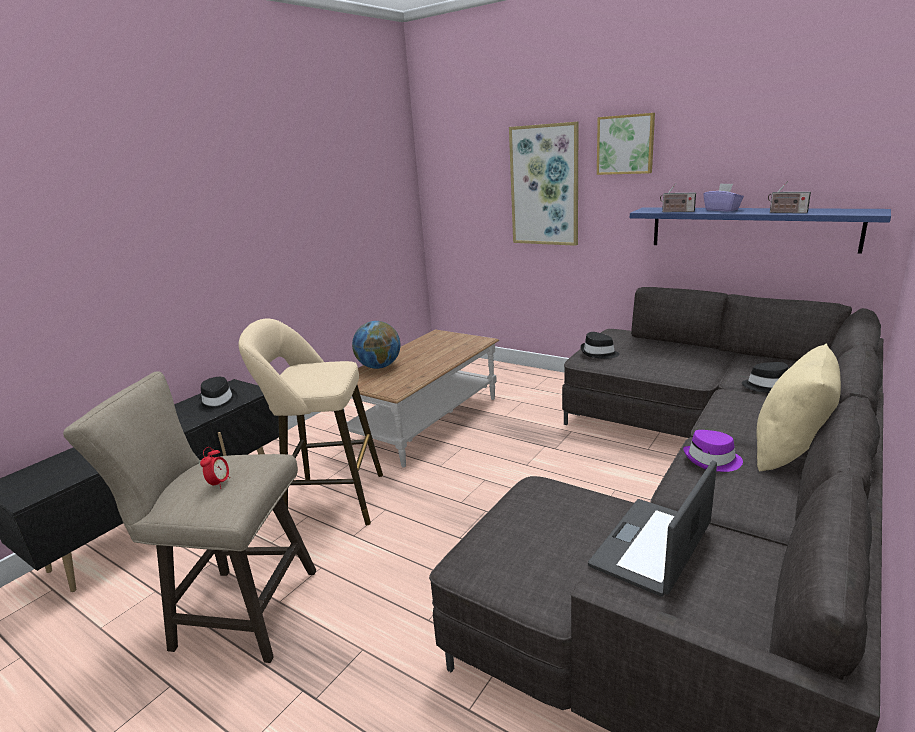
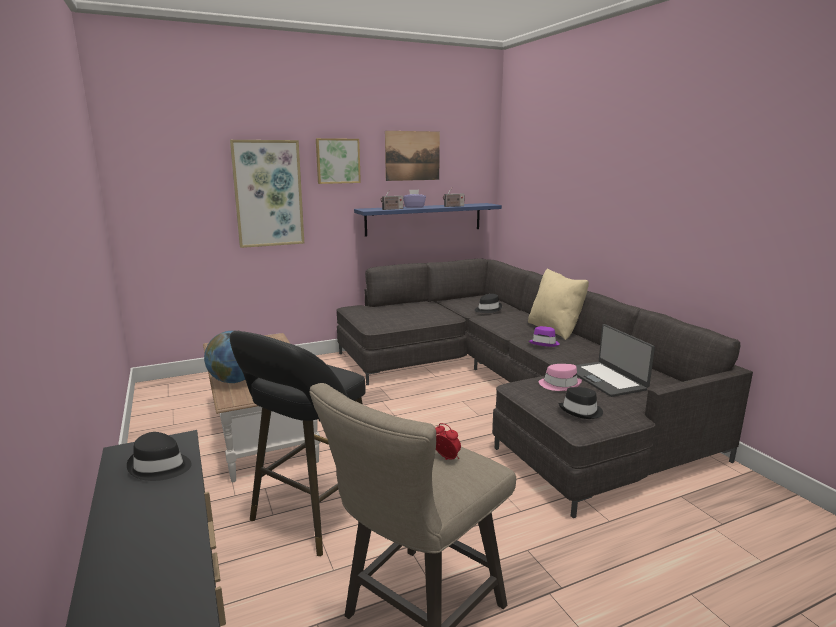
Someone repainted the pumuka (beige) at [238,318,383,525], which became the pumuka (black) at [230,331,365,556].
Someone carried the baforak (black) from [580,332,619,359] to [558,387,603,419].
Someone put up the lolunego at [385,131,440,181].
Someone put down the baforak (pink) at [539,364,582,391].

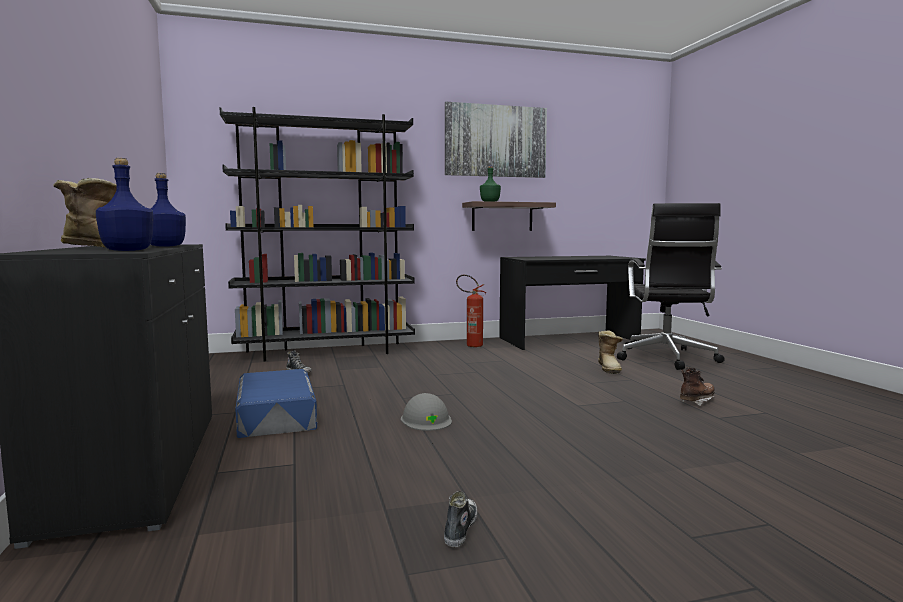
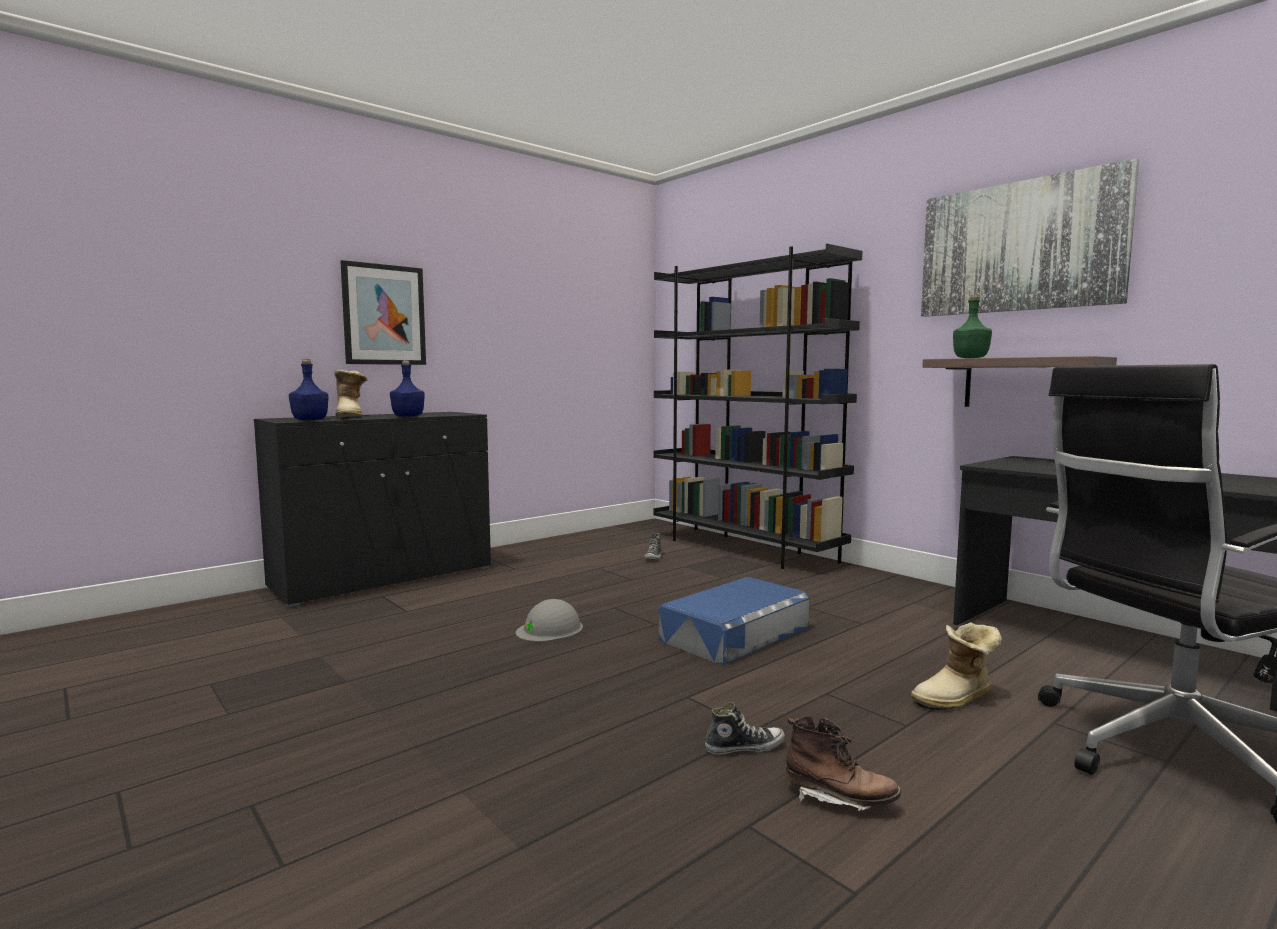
Someone carried the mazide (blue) from [235,369,317,438] to [658,577,810,665].
Someone carried the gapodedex from [444,491,477,547] to [705,702,785,755].
Someone took away the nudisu at [456,275,486,347].
Someone put up the lolunego at [340,260,426,365].

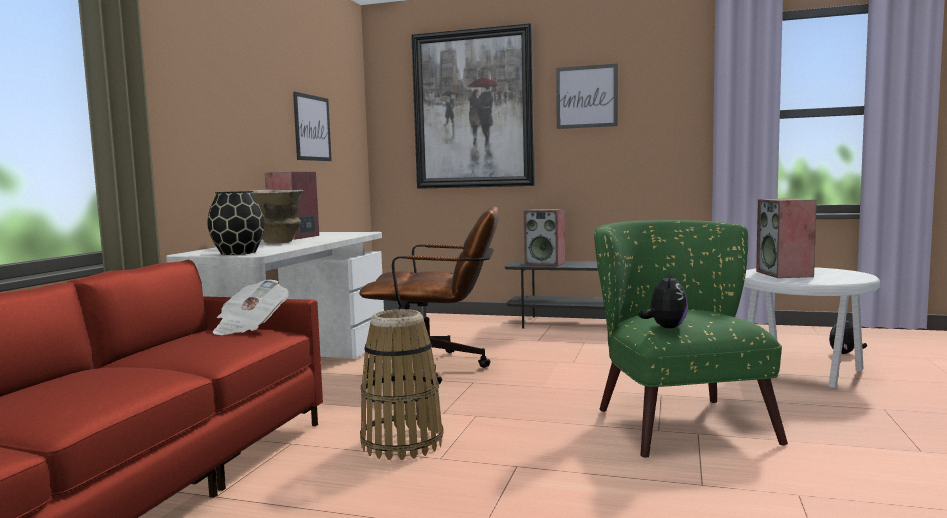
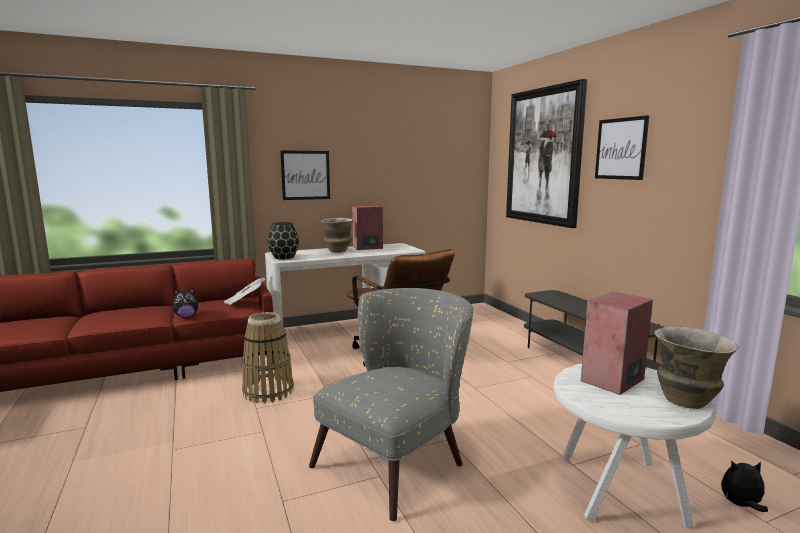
Someone carried the lolunego from [293,92,332,161] to [280,150,330,200].
Someone took away the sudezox at [524,209,565,266].
Someone repainted the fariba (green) at [594,220,788,458], which became the fariba (grey) at [309,288,474,521].
Someone carried the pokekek from [638,272,688,328] to [172,288,200,318].
Someone put down the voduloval at [654,327,738,409].

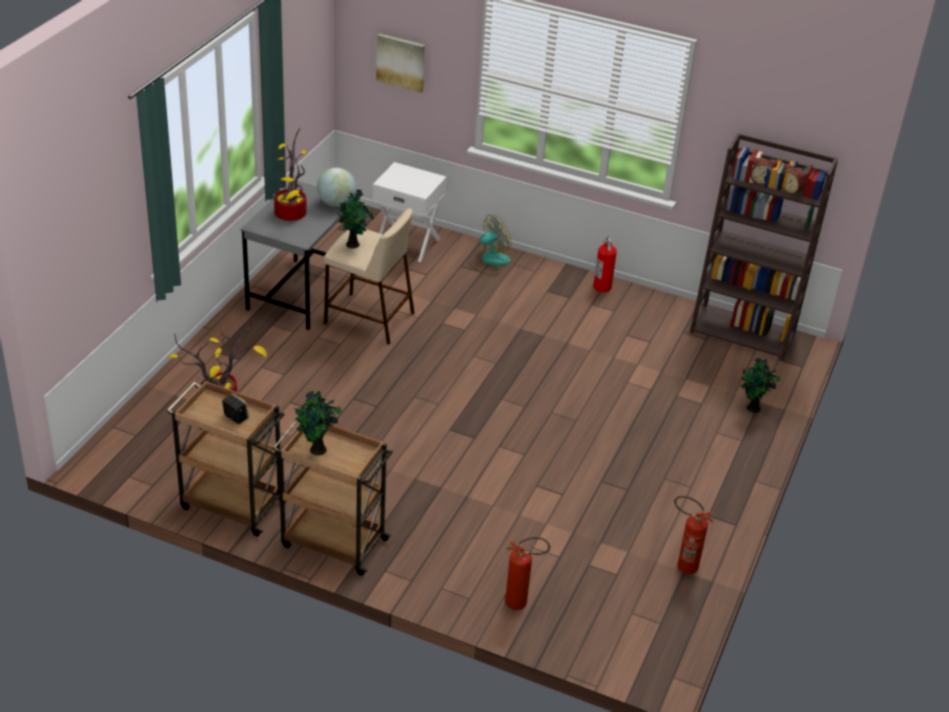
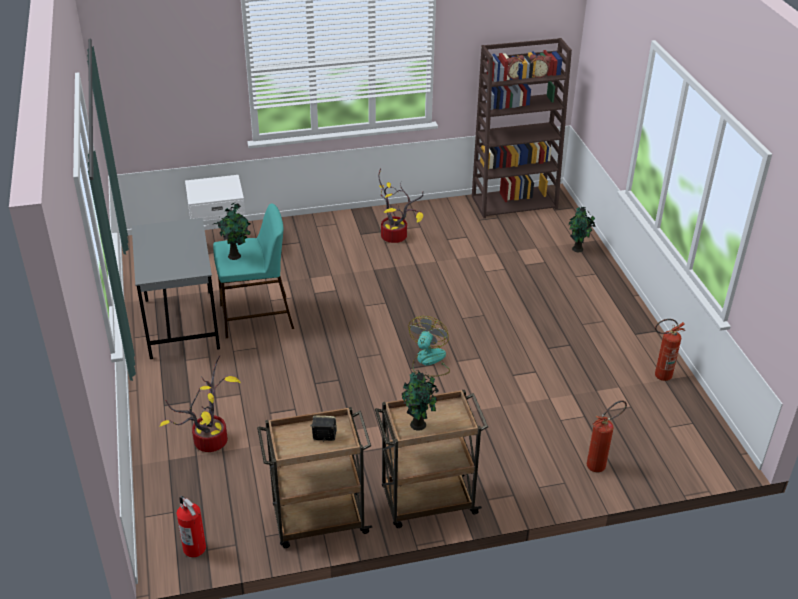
Someone carried the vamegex from [274,128,307,221] to [378,168,424,243].
Someone took away the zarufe at [317,168,356,207].
Someone repainted the pumuka (beige) at [324,208,415,344], which became the pumuka (turquoise) at [213,204,294,338].
Someone took away the lolunego at [376,34,425,93].
Someone carried the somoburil from [469,215,511,276] to [408,316,450,377].
Someone carried the nudisu from [593,237,617,292] to [177,496,206,557].

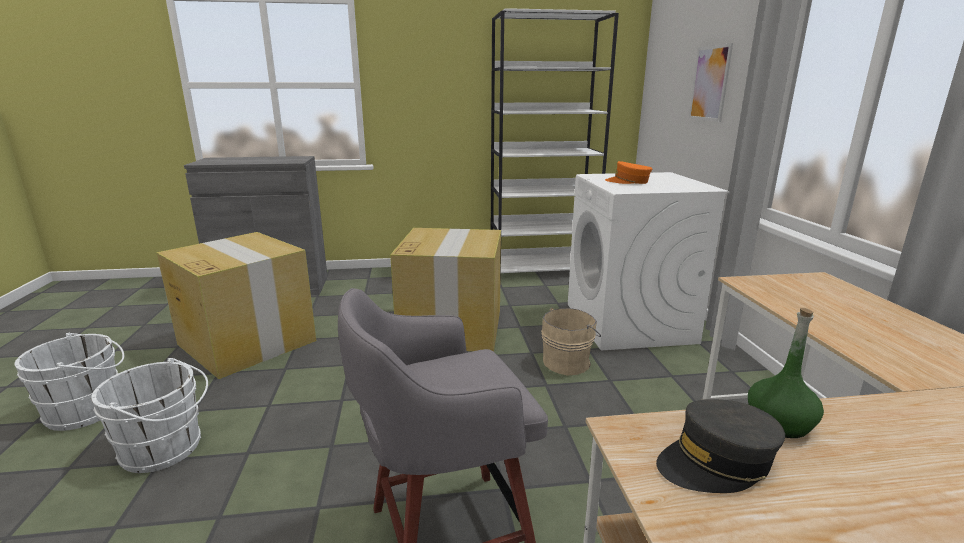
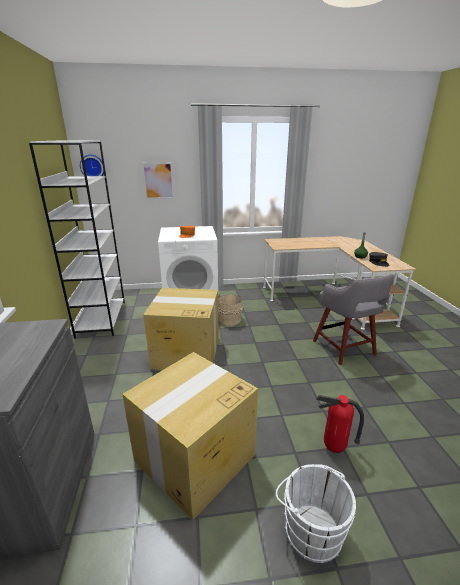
Someone swapped the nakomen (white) at [91,358,208,473] for the nudisu at [316,395,364,453].
Someone put up the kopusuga at [80,155,104,176].

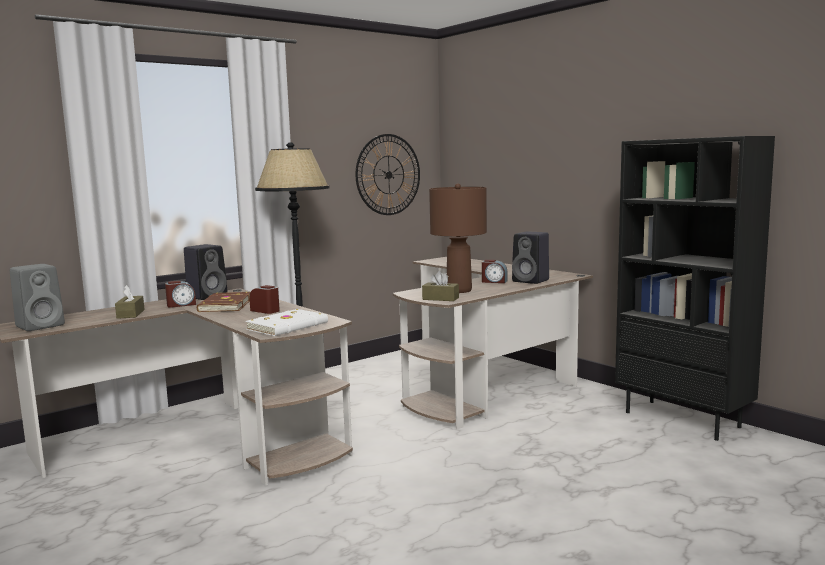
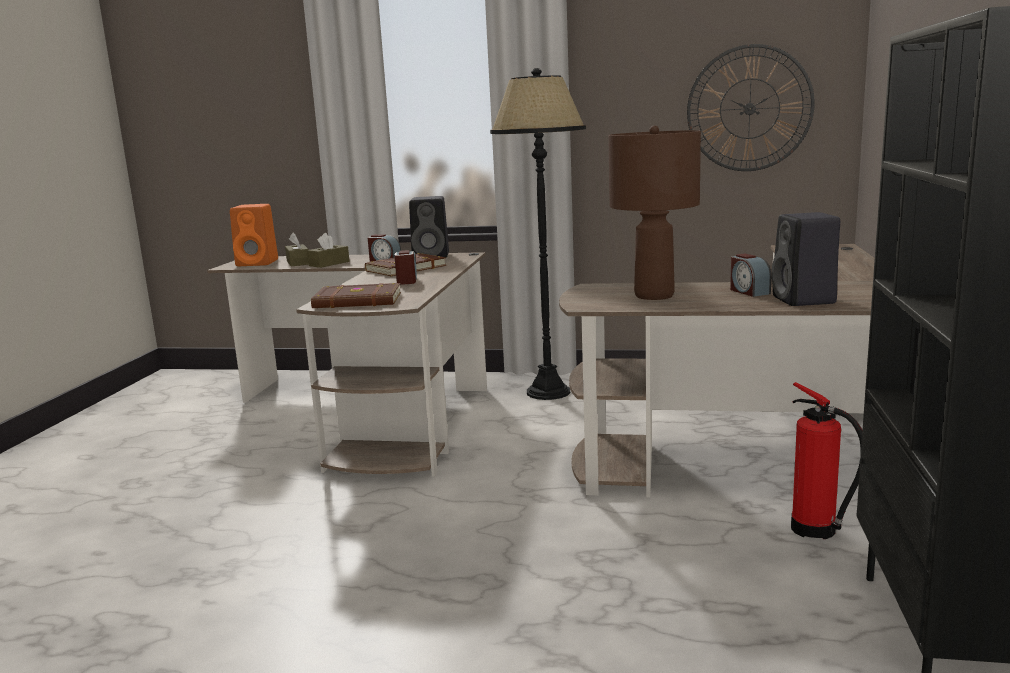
Someone repainted the sudezox (grey) at [10,264,65,331], which became the sudezox (orange) at [230,204,278,266].
Someone repainted the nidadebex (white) at [245,309,328,336], which became the nidadebex (brown) at [311,283,401,308].
Someone carried the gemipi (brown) from [422,271,459,301] to [285,233,309,266].
Someone put down the nudisu at [791,382,862,539].

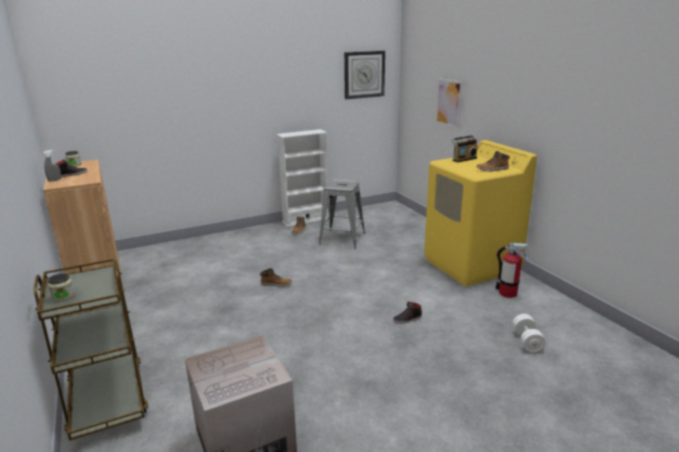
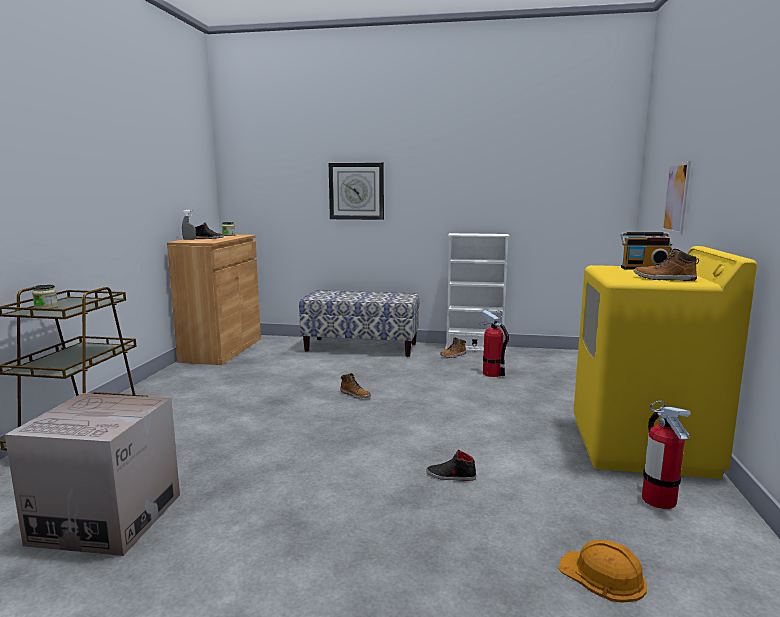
Someone swapped the pumuka (grey) at [319,179,365,248] for the nudisu at [480,310,509,377].
Someone carried the kopusuga from [344,51,385,99] to [329,163,384,220].
Someone swapped the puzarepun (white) at [512,314,546,352] for the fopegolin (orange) at [558,540,647,603].
Someone put down the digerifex at [299,290,419,357].

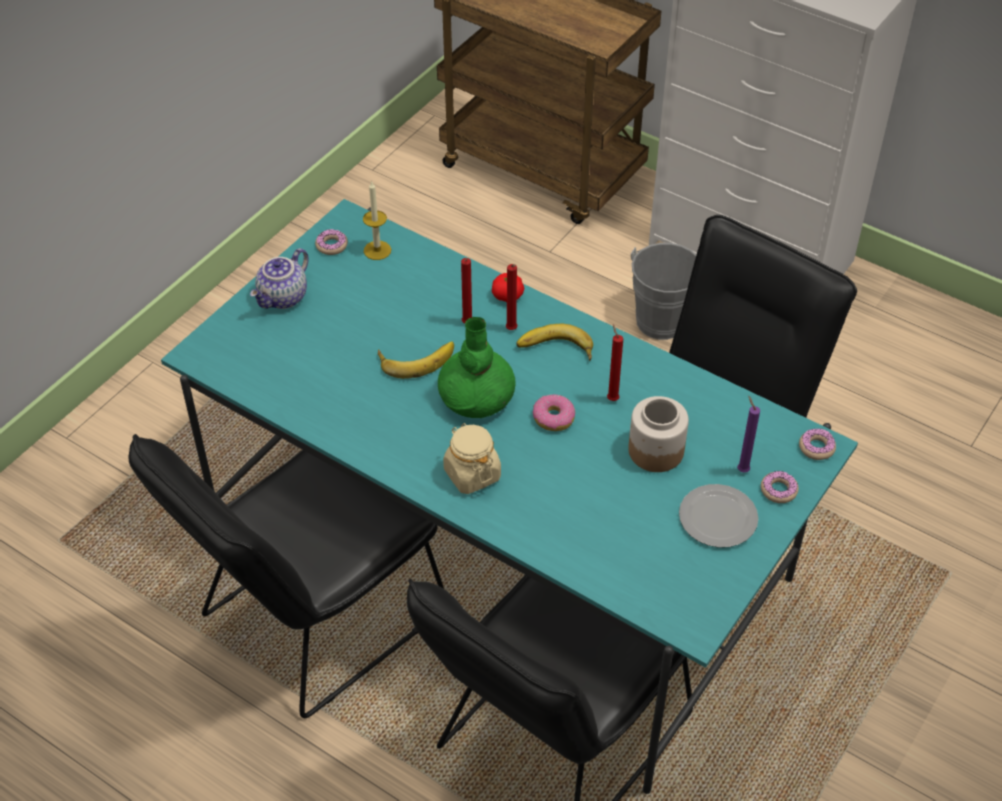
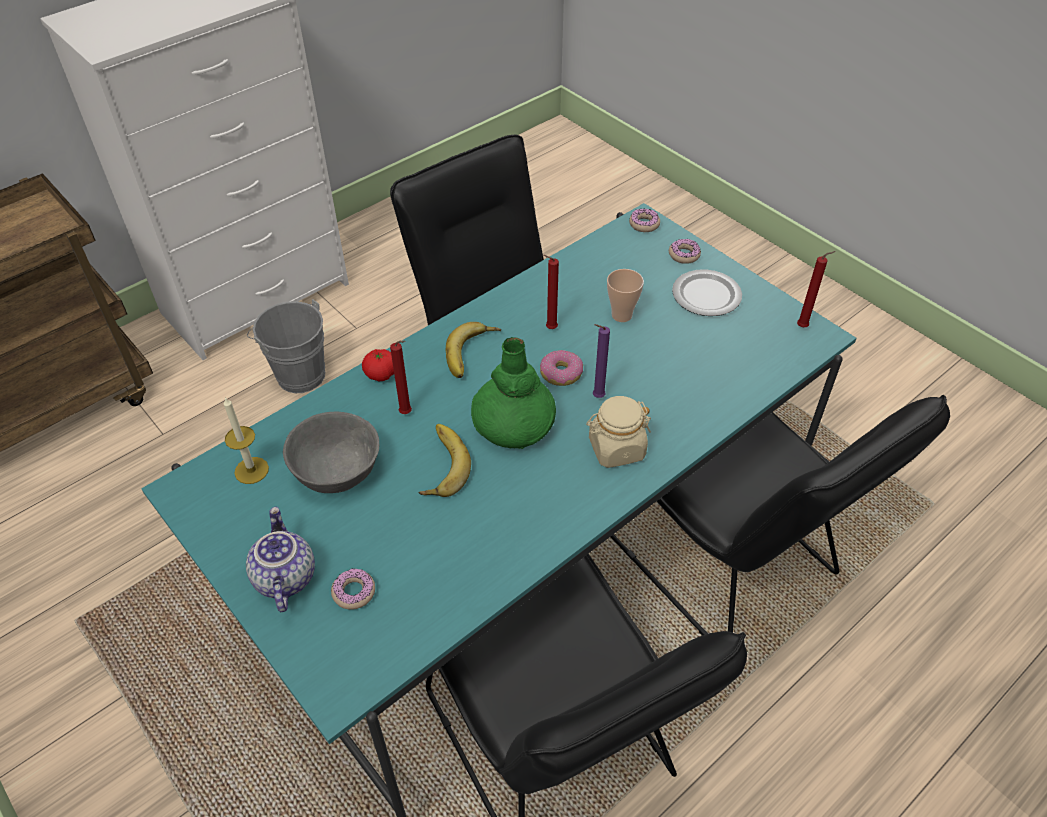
Someone rotated the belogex at [250,248,309,309] by 150 degrees counterclockwise.
Someone carried the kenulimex from [315,229,348,255] to [331,568,375,610].
Someone carried the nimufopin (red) from [506,264,517,330] to [797,251,836,327].
Someone swapped the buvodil at [628,396,689,472] for the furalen at [607,269,644,322].
Someone carried the nimufopin (purple) from [737,396,760,473] to [593,324,610,398].
Someone put down the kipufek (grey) at [283,412,379,493].

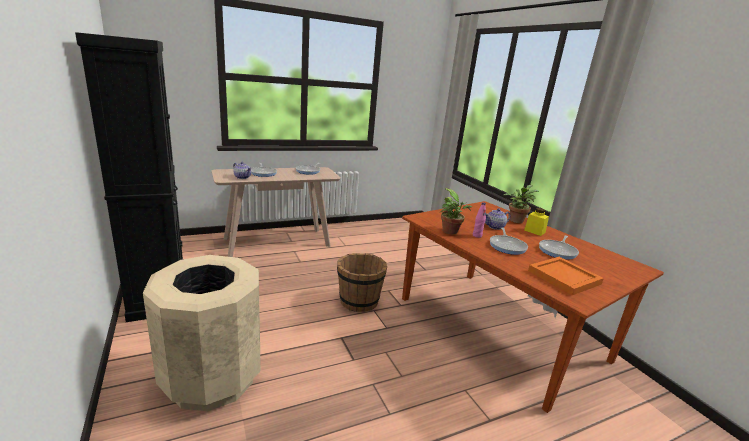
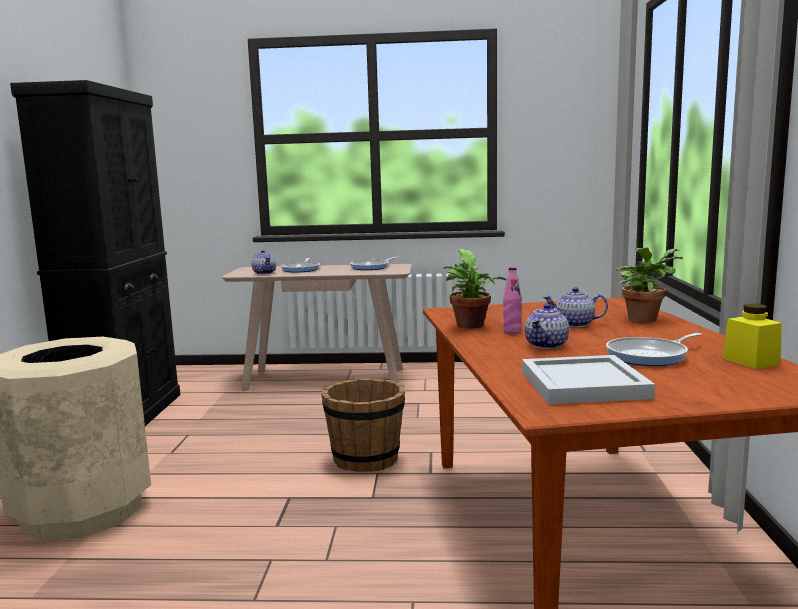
Someone swapped the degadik at [490,227,528,255] for the belogex at [525,304,569,349].
Someone carried the buvodil (yellow) from [524,208,549,236] to [723,304,782,369].
Someone repainted the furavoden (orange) at [528,257,604,295], which became the furavoden (white) at [522,355,655,404].

